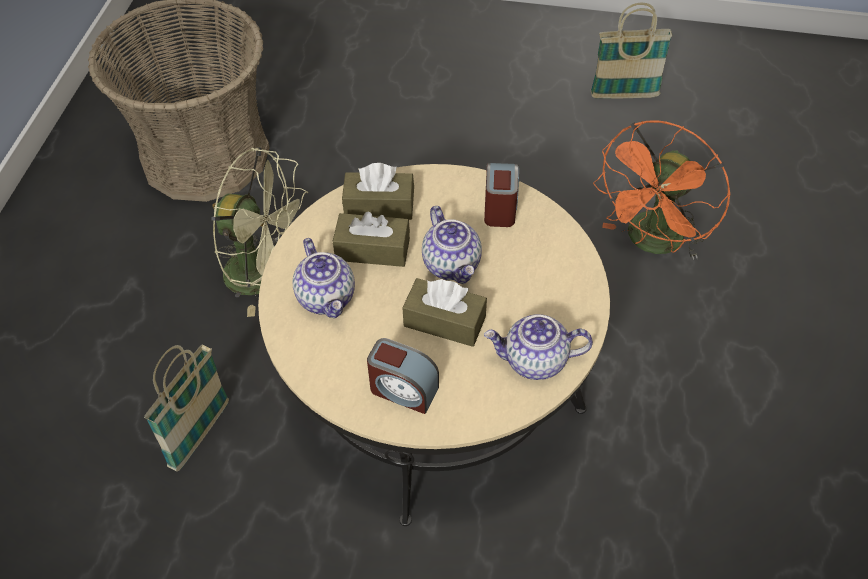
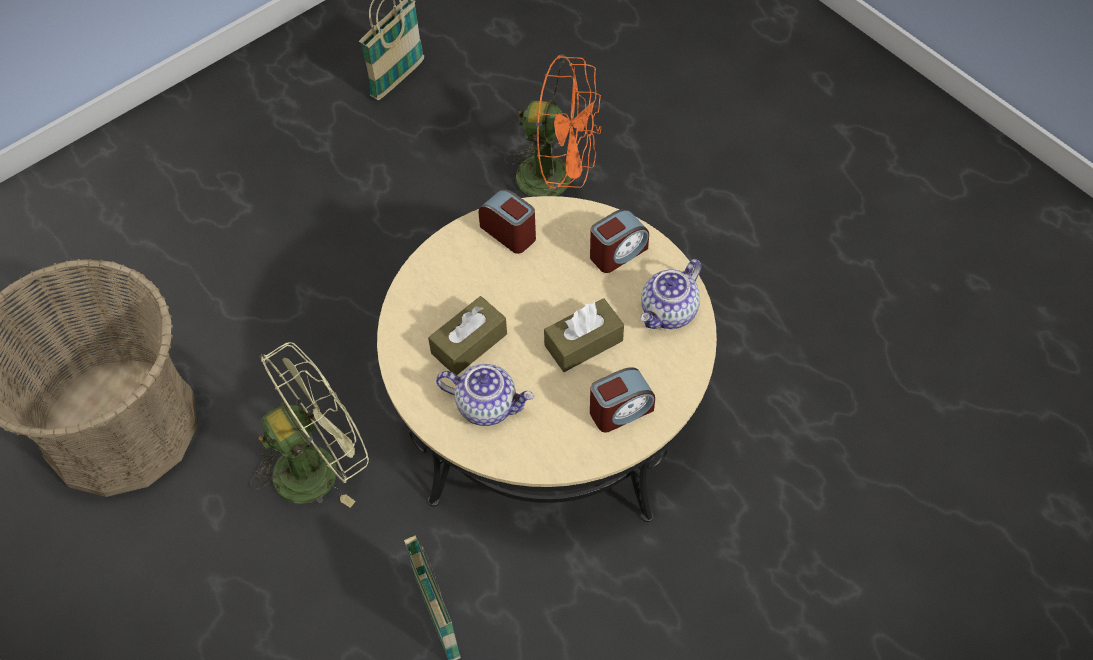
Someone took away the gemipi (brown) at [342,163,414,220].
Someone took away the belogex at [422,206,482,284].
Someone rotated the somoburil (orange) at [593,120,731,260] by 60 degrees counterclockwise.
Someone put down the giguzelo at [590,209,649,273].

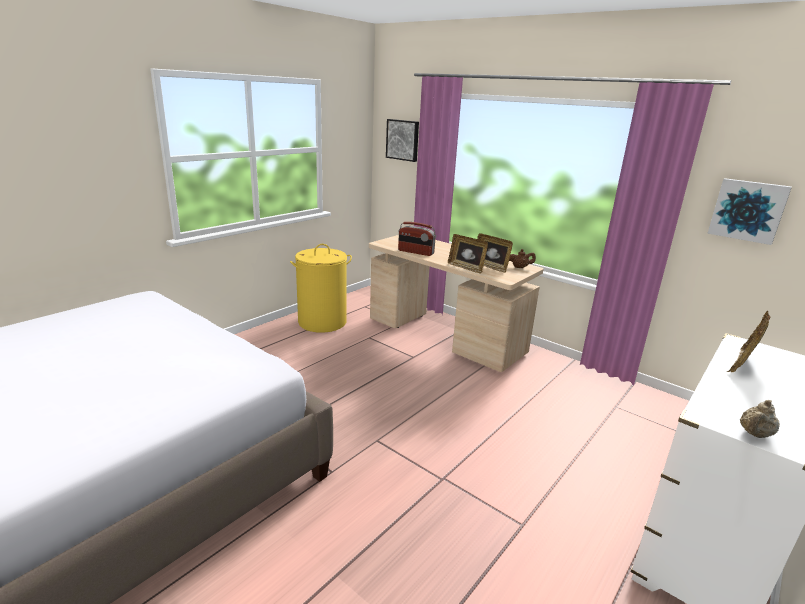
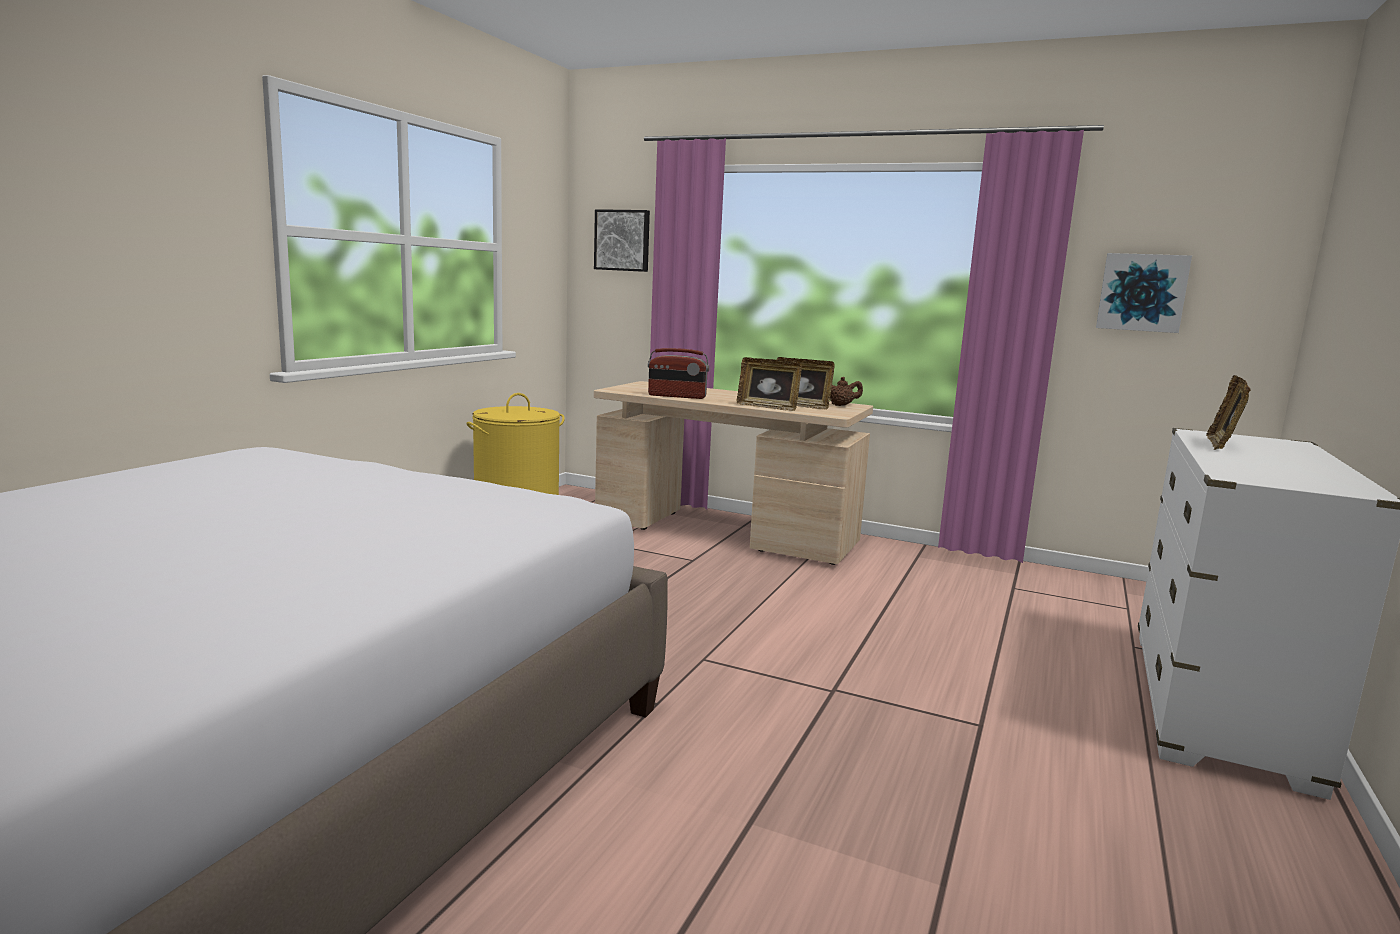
Someone took away the belogex (beige) at [740,400,780,438].

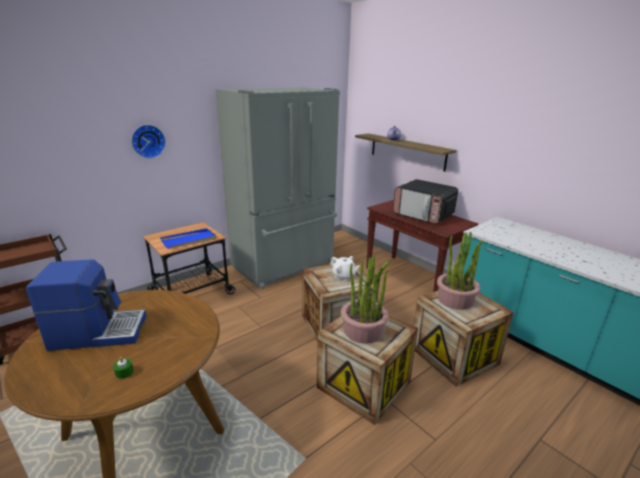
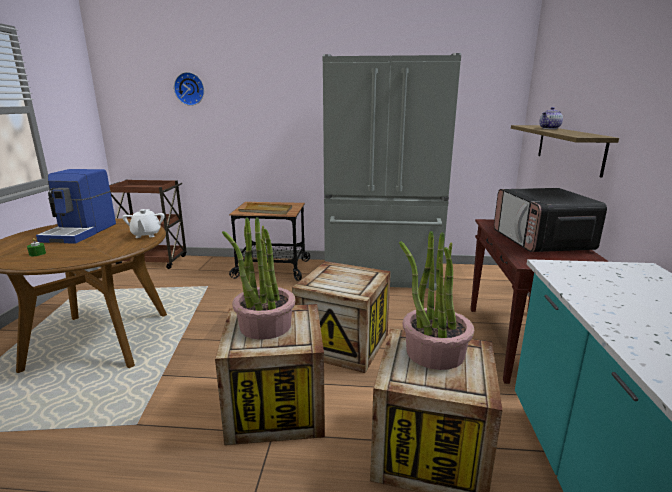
Someone rotated the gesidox at [26,259,147,351] by 60 degrees clockwise.
Someone carried the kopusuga from [131,125,166,158] to [174,72,204,106].
Someone repainted the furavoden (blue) at [160,228,217,249], which became the furavoden (beige) at [238,203,292,215].
Someone carried the belogex (white) from [330,256,360,281] to [122,209,165,238].

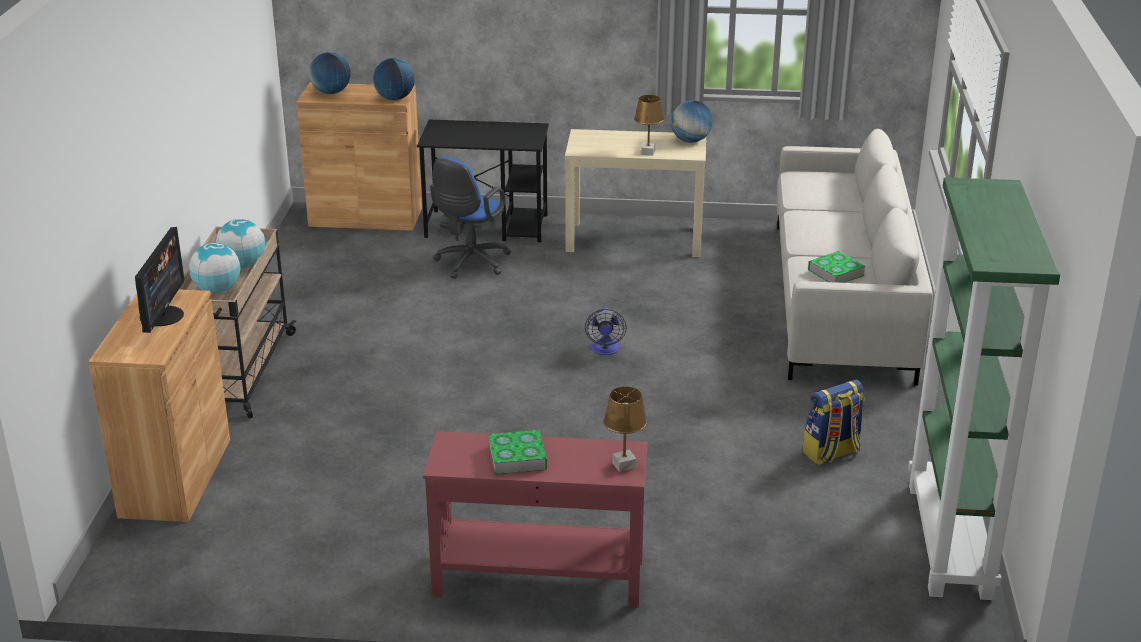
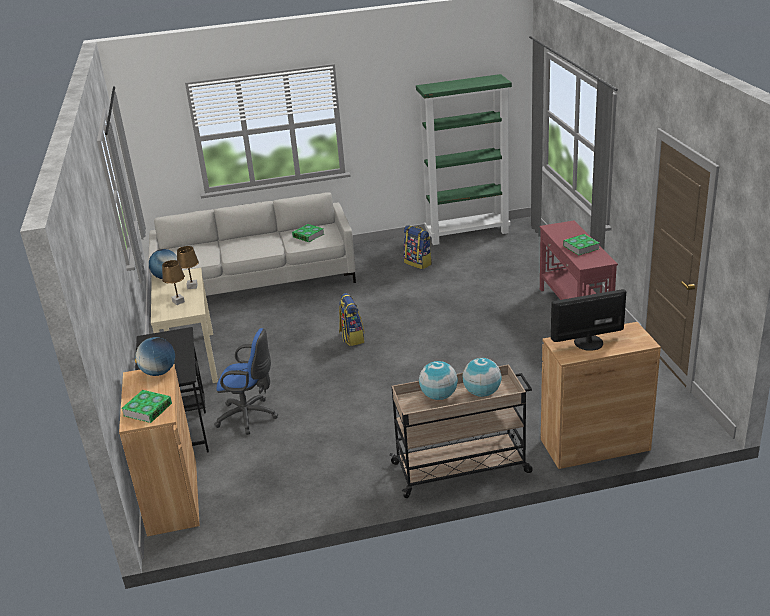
Someone swapped the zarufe at [309,52,351,94] for the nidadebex at [121,390,172,423].
Someone swapped the somoburil at [585,307,627,355] for the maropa at [339,293,364,346].
Someone carried the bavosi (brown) from [603,386,647,472] to [162,260,185,305].

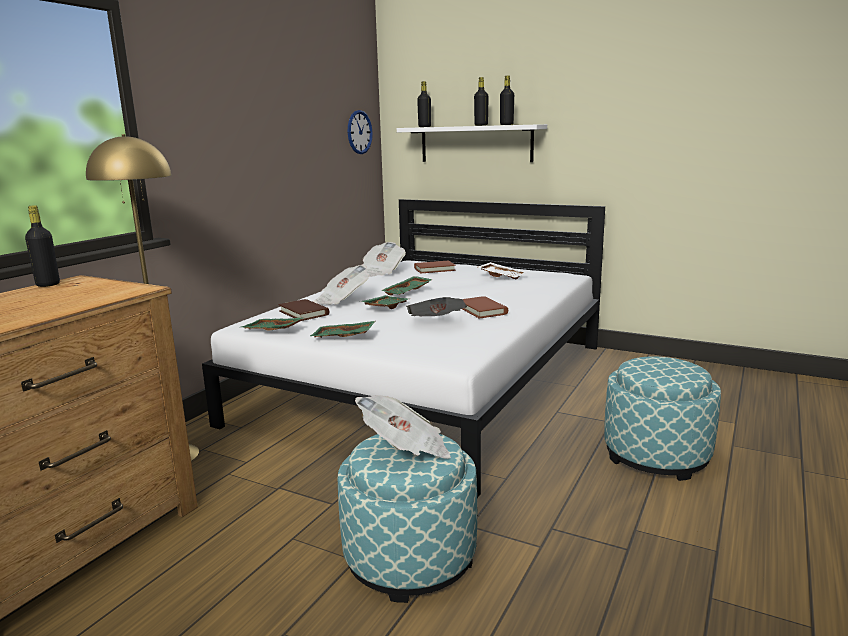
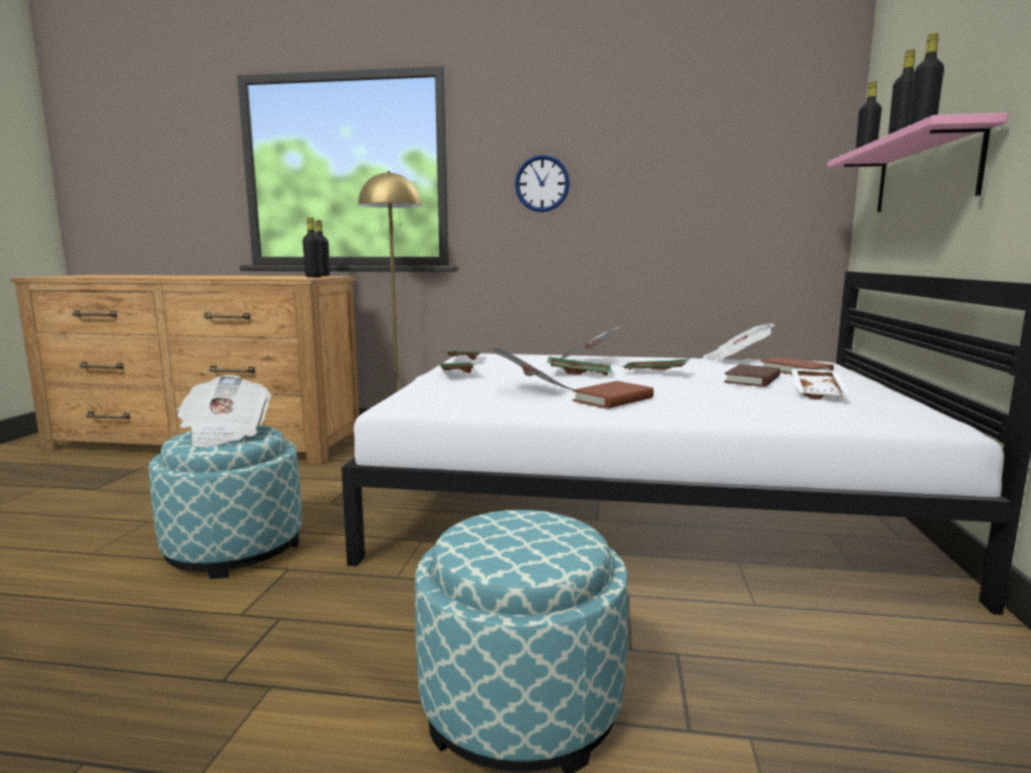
Someone carried the nidadebex (brown) from [279,299,329,321] to [724,364,780,387].
Someone carried the kopusuga from [348,110,373,154] to [515,155,570,212].
Someone repainted the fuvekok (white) at [397,124,547,162], which became the fuvekok (pink) at [827,113,1008,212].
Someone put down the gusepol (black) at [303,217,322,278].

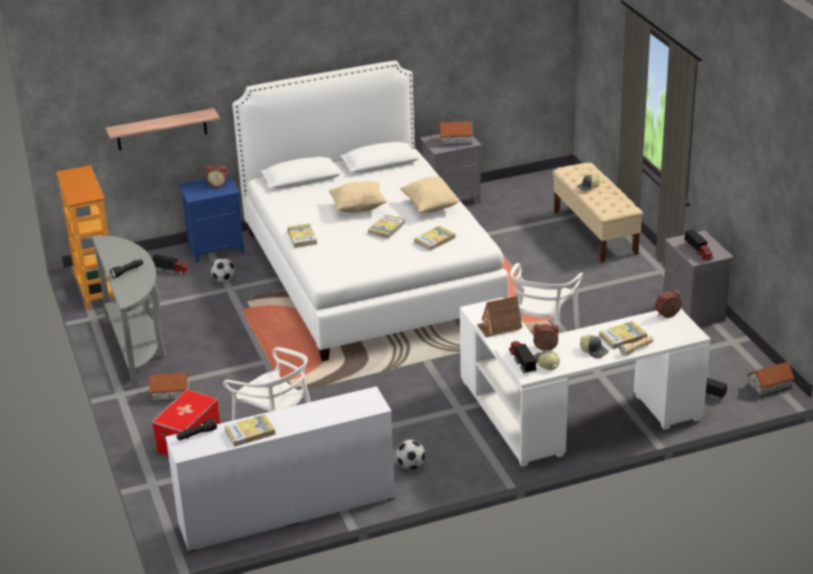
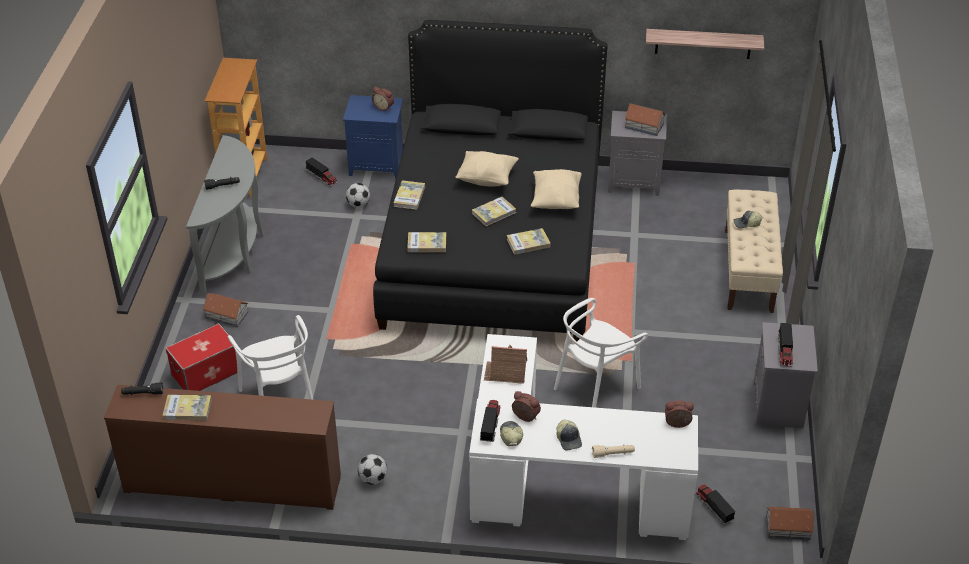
Someone carried the fuvekok from [105,108,220,150] to [646,29,764,59].
Someone repainted the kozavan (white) at [165,386,395,552], which became the kozavan (brown) at [104,385,341,510].
Someone repainted the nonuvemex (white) at [232,61,509,361], which became the nonuvemex (black) at [373,20,607,344].
Someone carried the nidadebex from [599,321,647,349] to [407,232,446,252].

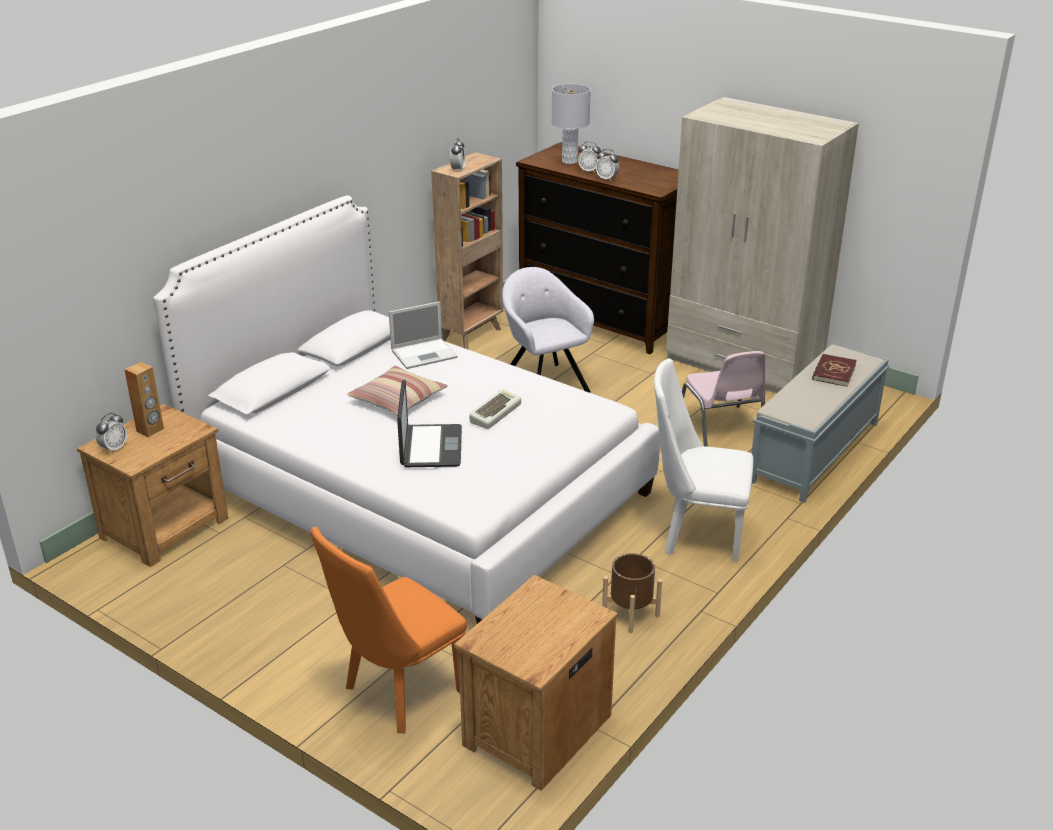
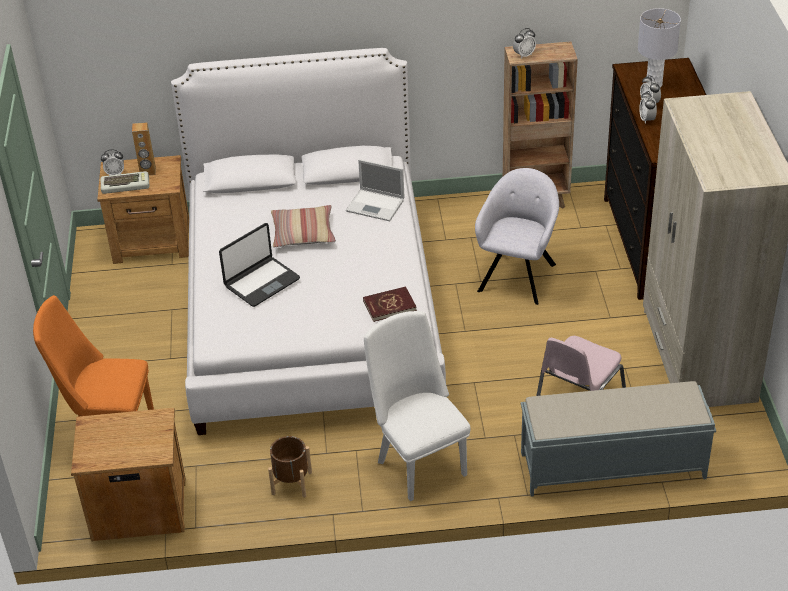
Someone carried the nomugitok from [470,389,521,429] to [100,171,150,194].
Someone carried the nidadebex (red) from [812,354,857,387] to [363,287,417,322].

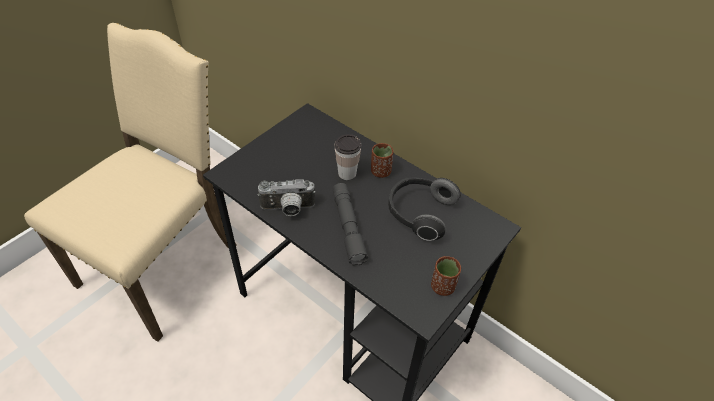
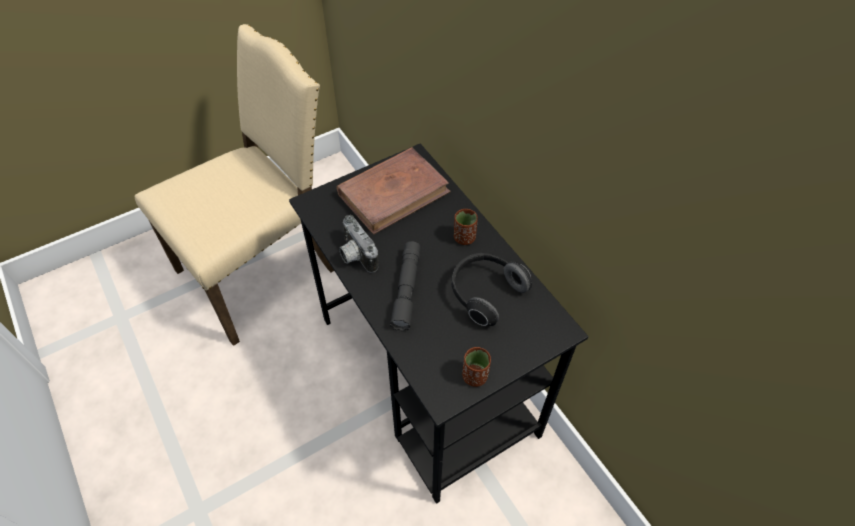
Someone rotated the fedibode at [258,179,316,216] by 45 degrees clockwise.
Someone took away the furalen at [335,134,361,180].
Someone put down the nidadebex (brown) at [337,147,451,235].

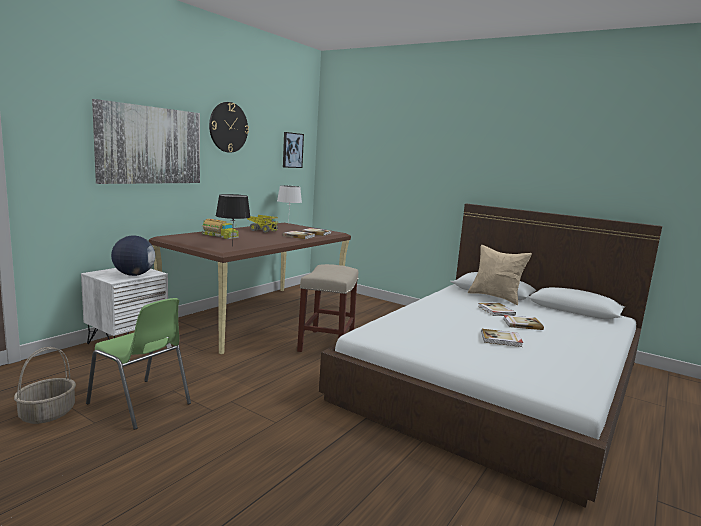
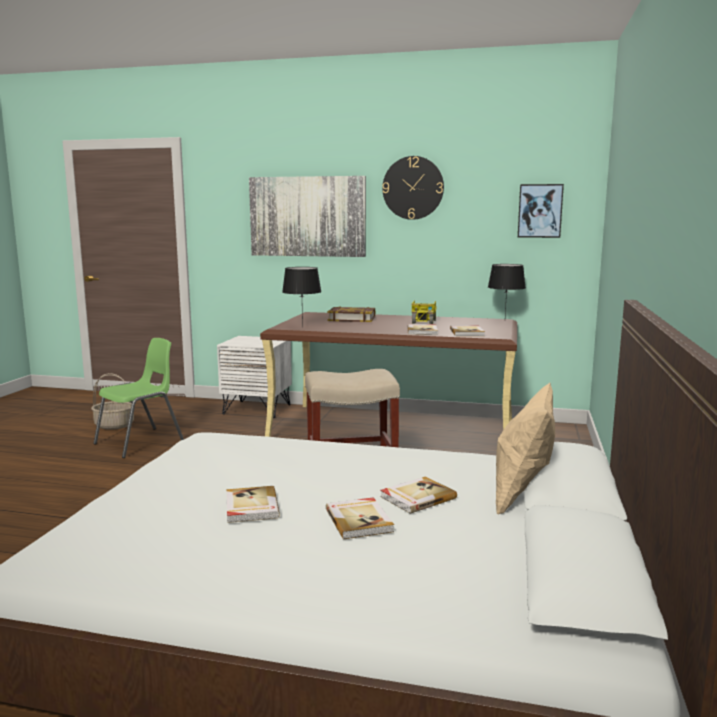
Someone rotated the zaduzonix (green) at [86,298,191,430] by 150 degrees counterclockwise.
Someone took away the zarufe at [111,235,155,276].
Someone swapped the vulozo at [202,219,239,239] for the nidadebex at [327,306,375,322].
Someone repainted the bavosi (white) at [277,185,302,224], which became the bavosi (black) at [488,264,525,316].

